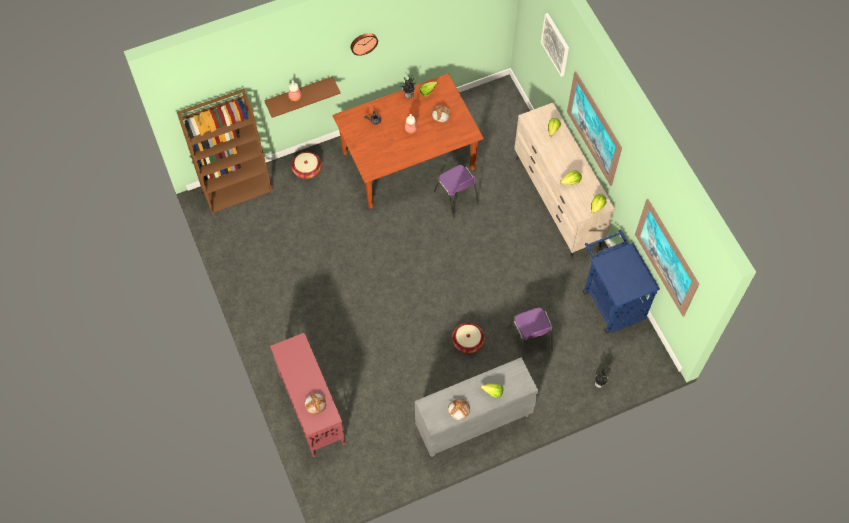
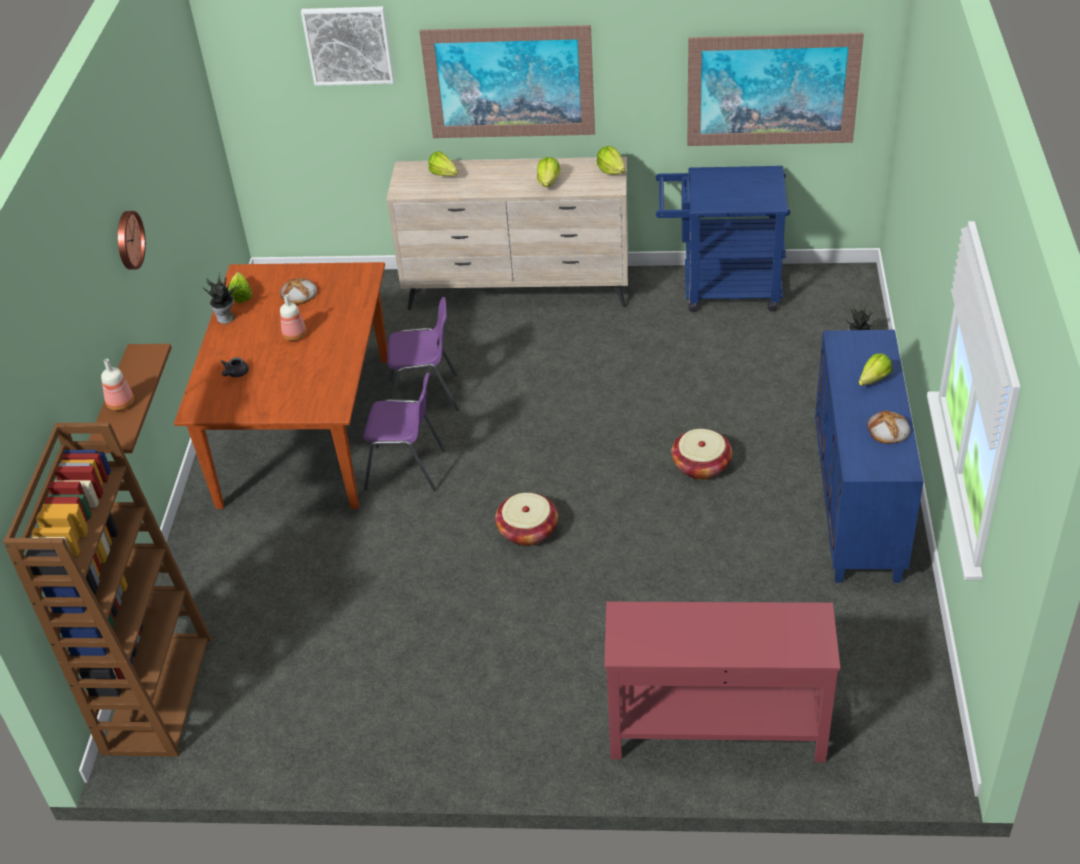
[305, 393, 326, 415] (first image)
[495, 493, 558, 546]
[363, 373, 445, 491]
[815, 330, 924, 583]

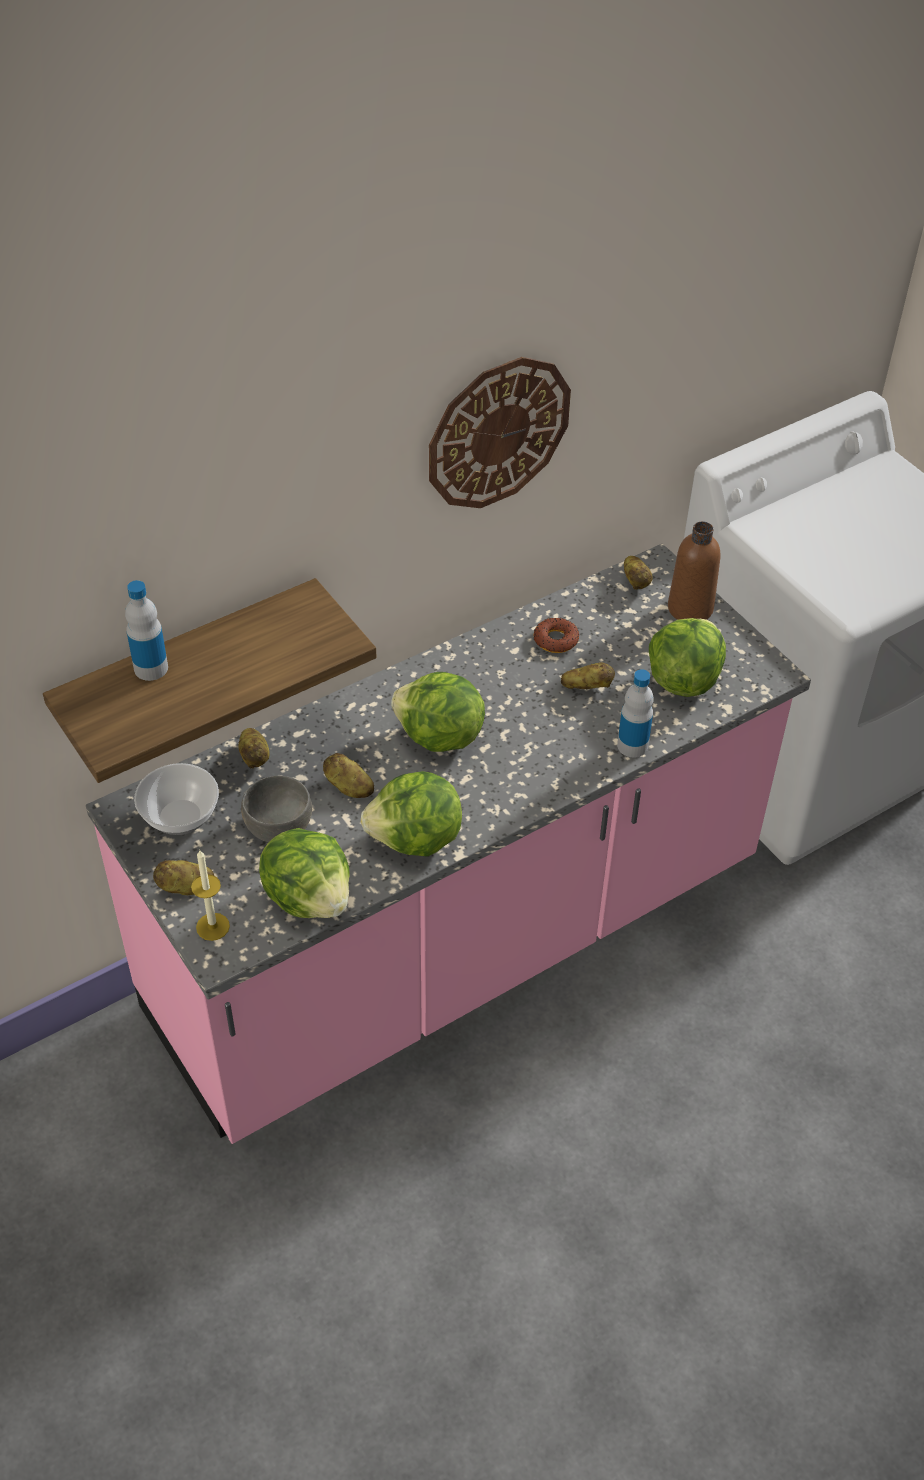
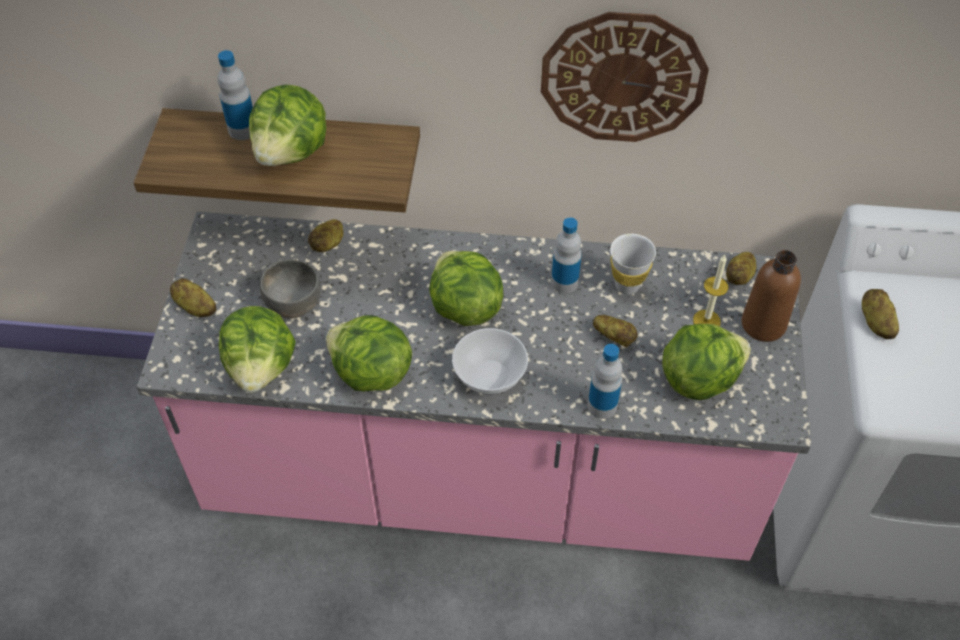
[249, 84, 326, 166]
[551, 218, 581, 294]
[452, 328, 528, 395]
[693, 255, 728, 326]
[862, 289, 899, 339]
[610, 234, 656, 295]

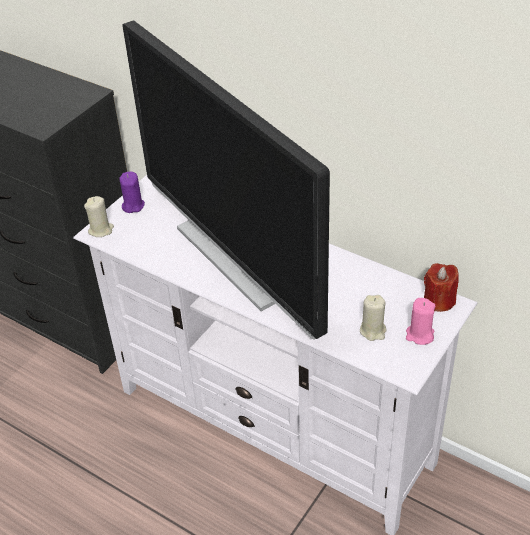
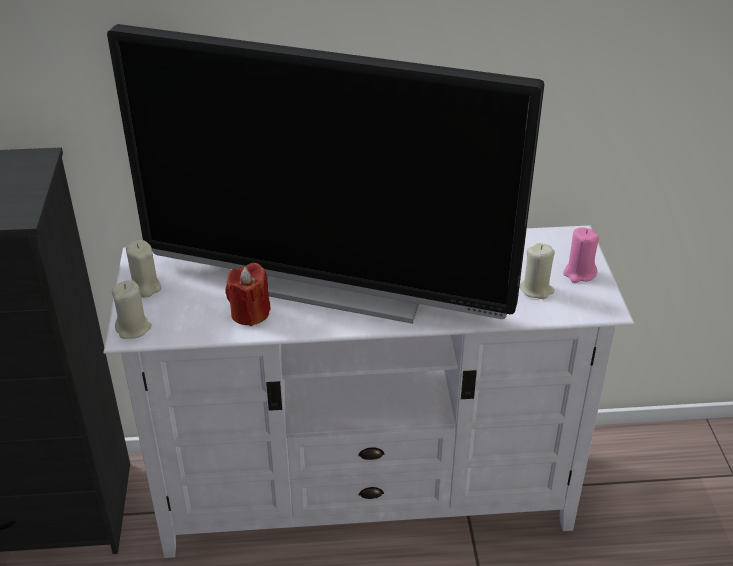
[225, 263, 271, 326]
[126, 240, 161, 298]

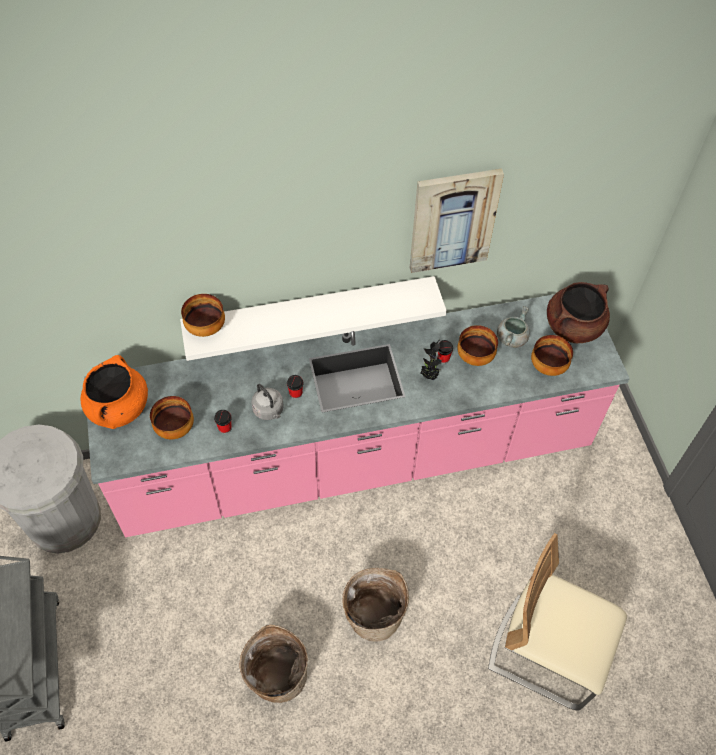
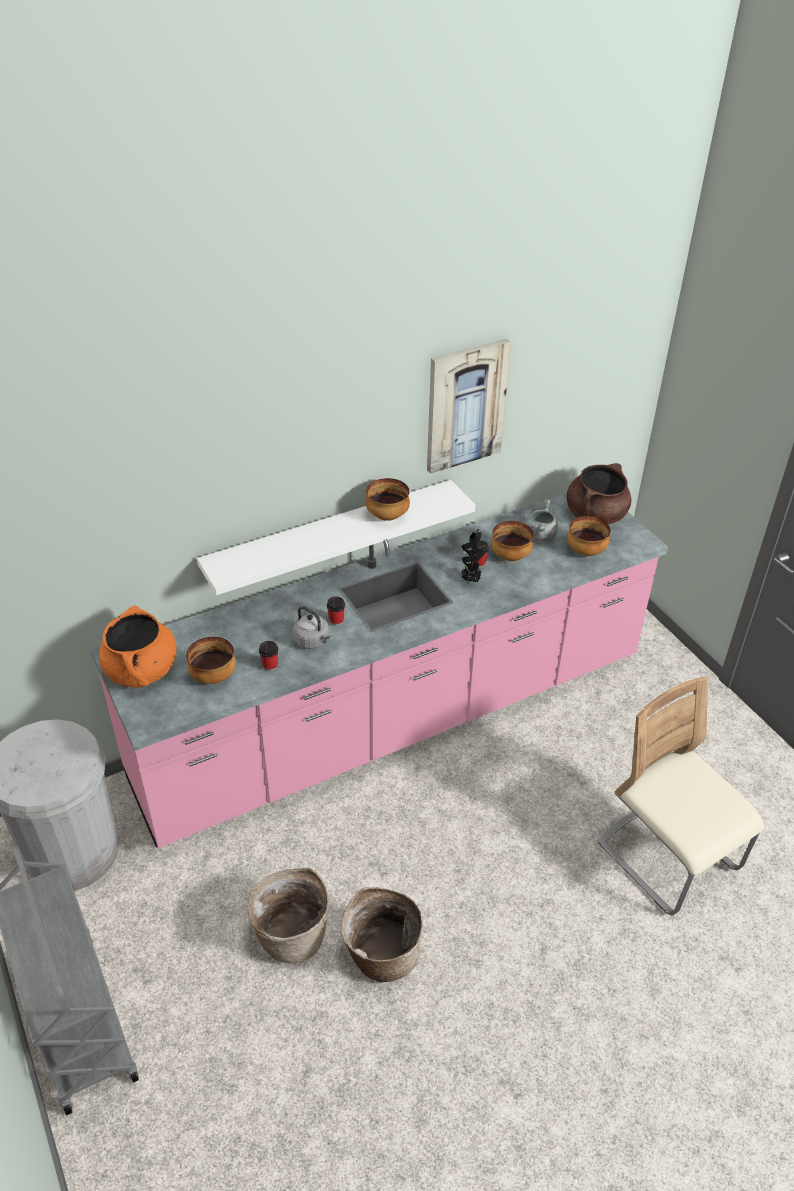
[366, 478, 410, 521]
[247, 868, 329, 963]
[597, 677, 764, 915]

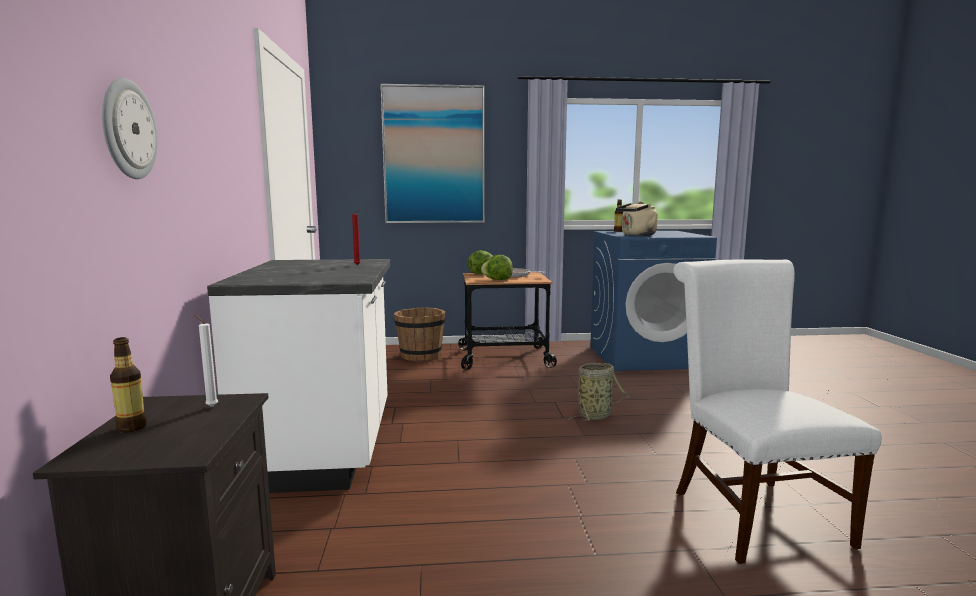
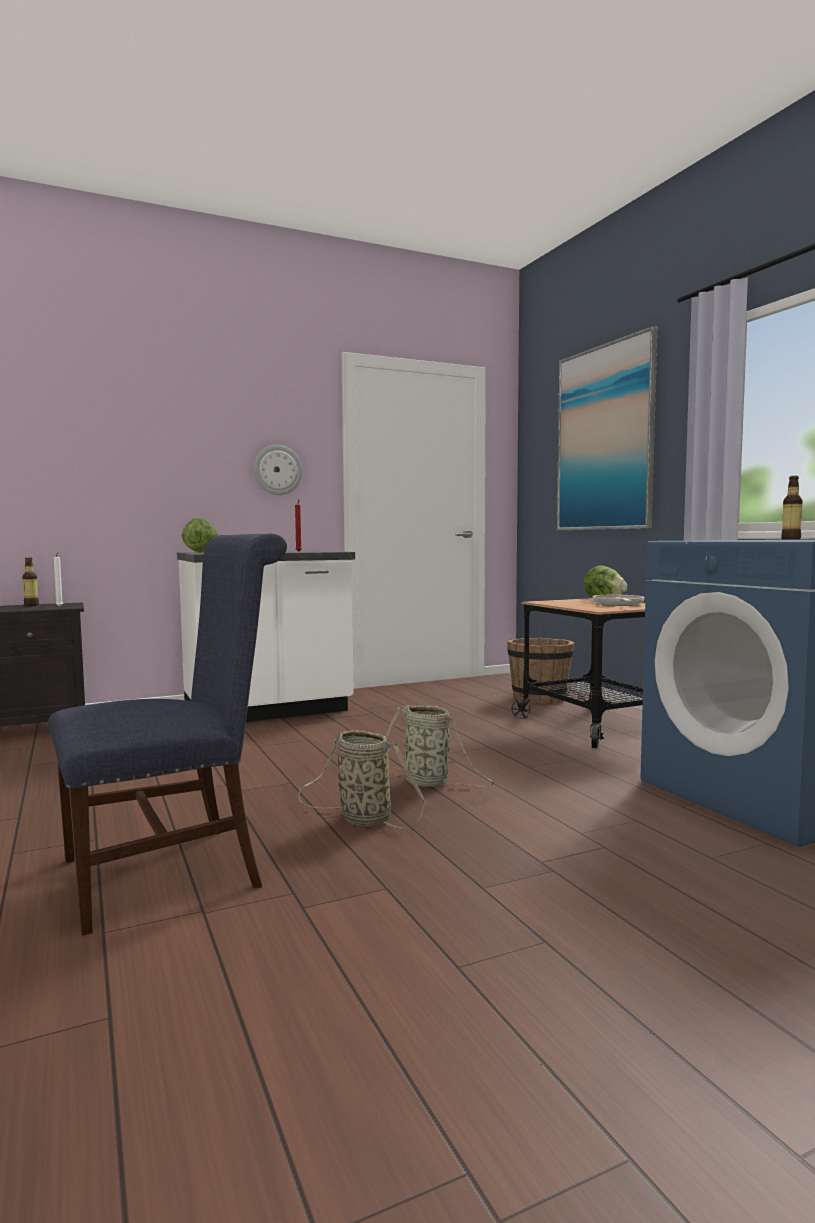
[616, 201, 658, 236] (first image)
[298, 730, 426, 828]
[253, 445, 302, 495]
[182, 518, 218, 552]
[48, 534, 287, 936]

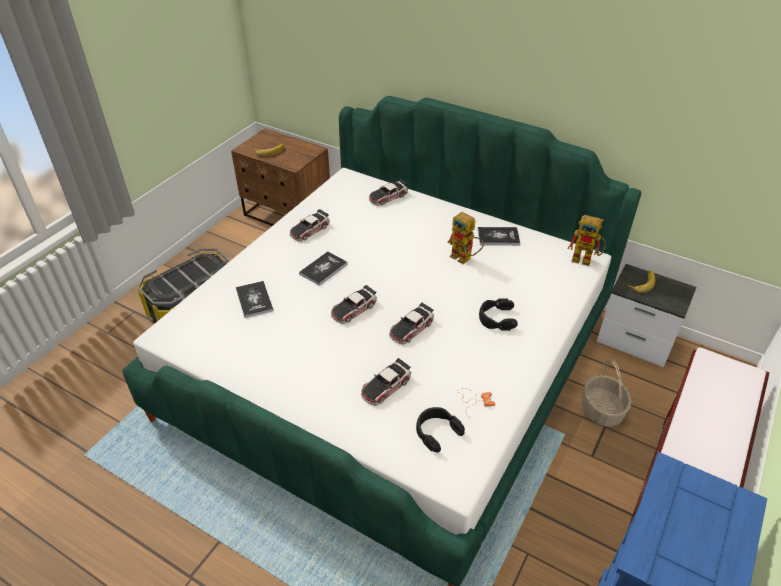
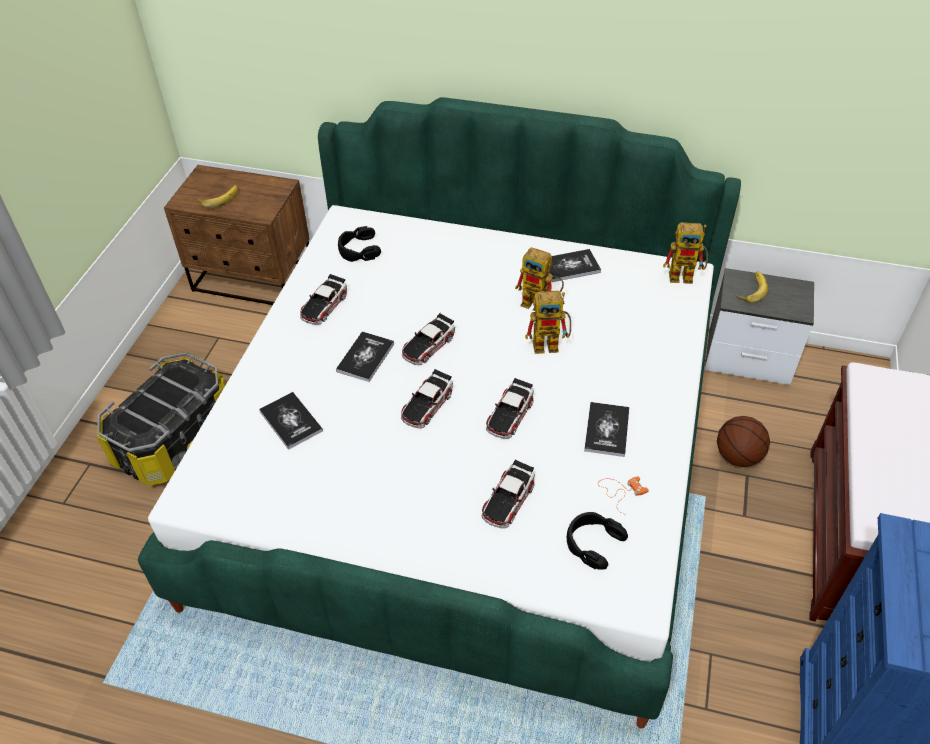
[525, 291, 571, 354]
[584, 402, 629, 457]
[402, 313, 455, 365]
[338, 226, 381, 262]
[717, 416, 770, 467]

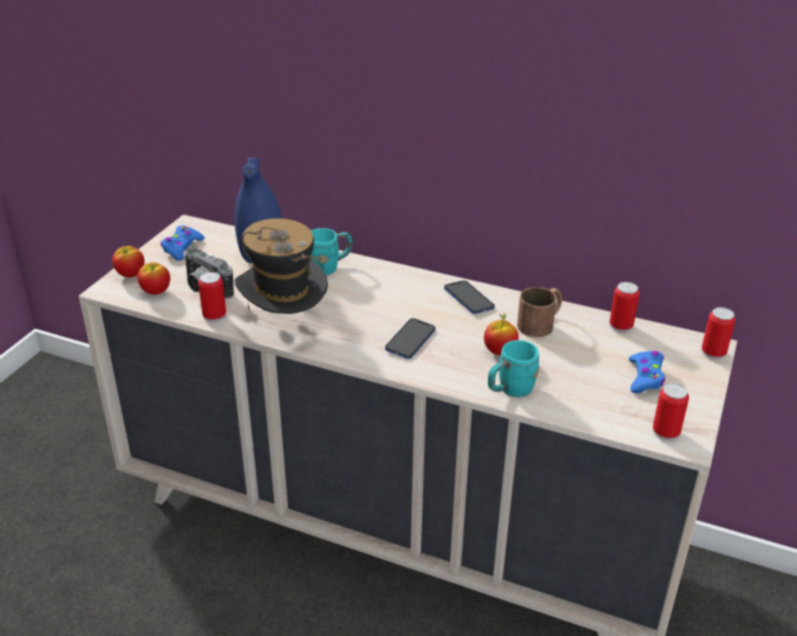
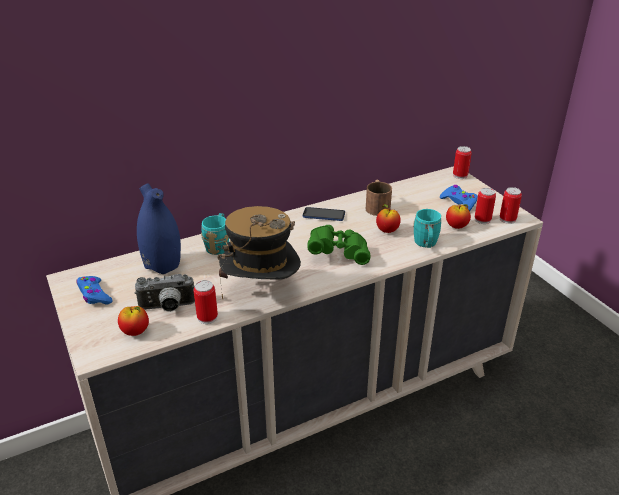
[446, 204, 471, 229]
[475, 188, 496, 224]
[307, 225, 370, 265]

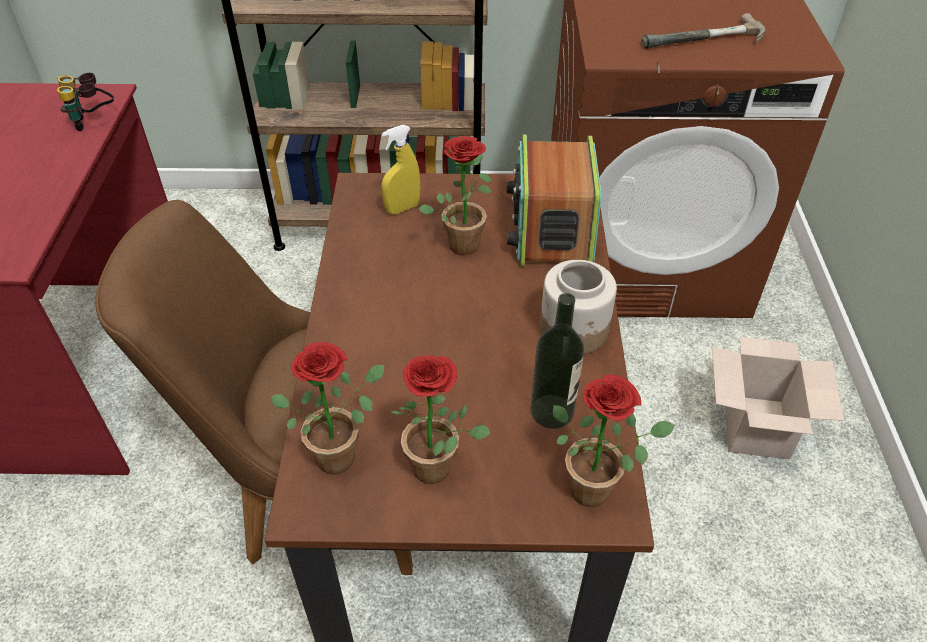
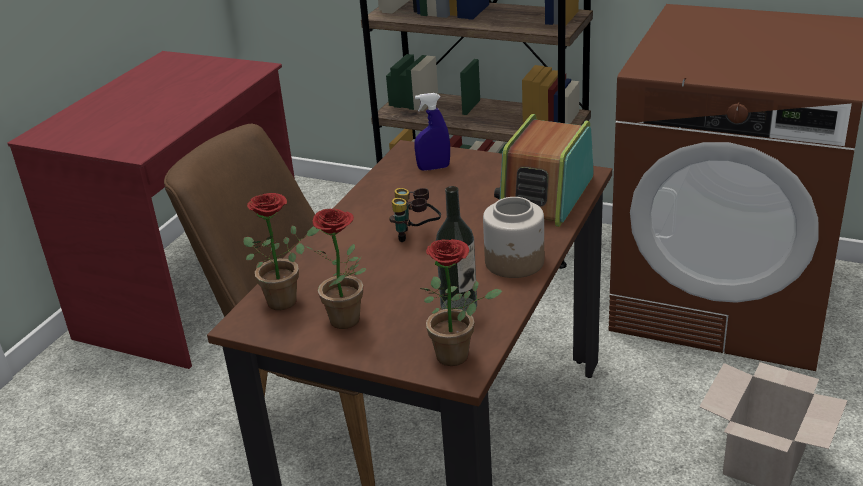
[419, 136, 492, 255] (first image)
[641, 13, 766, 49] (first image)
[389, 188, 441, 242]
[414, 93, 450, 171]

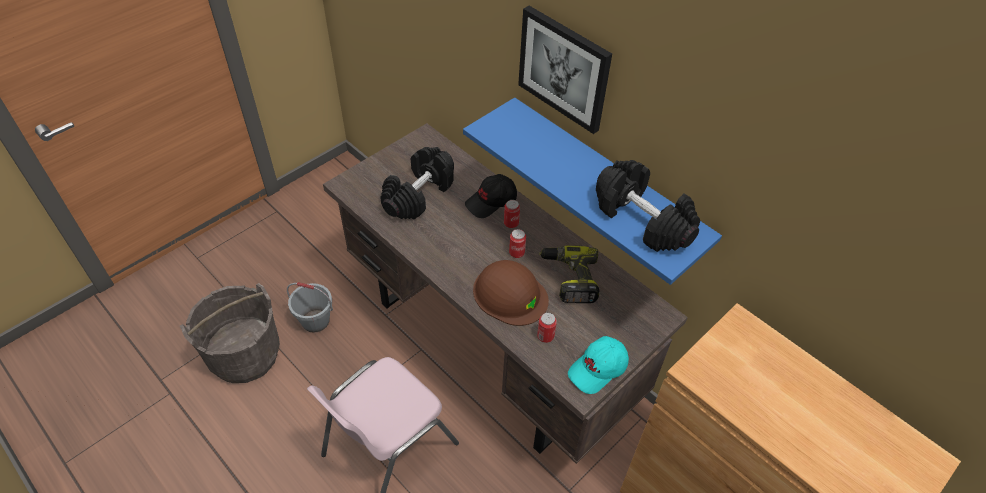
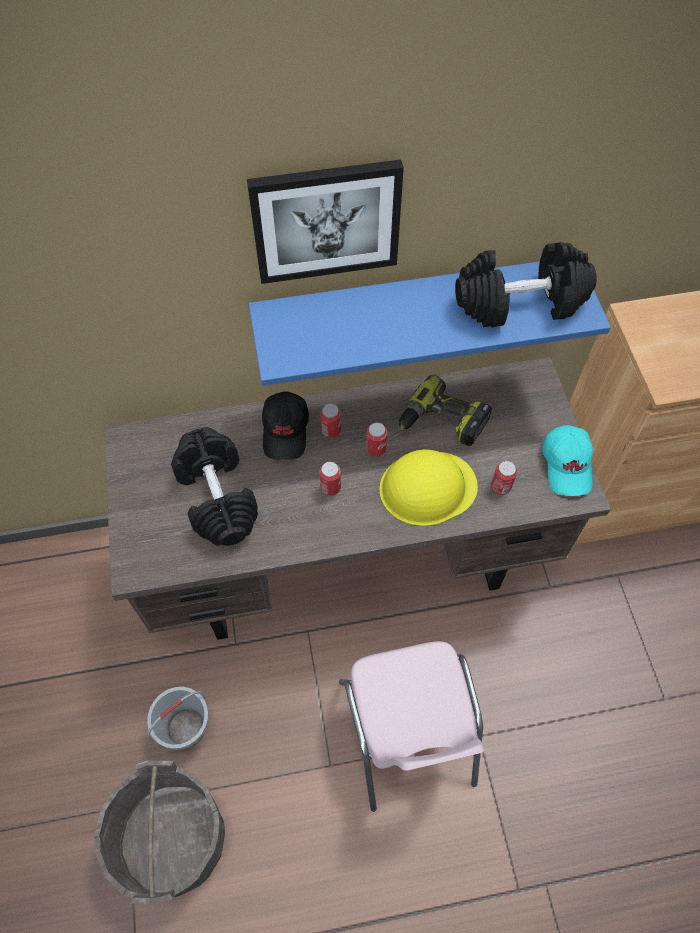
[320, 462, 341, 496]
[379, 449, 478, 526]

